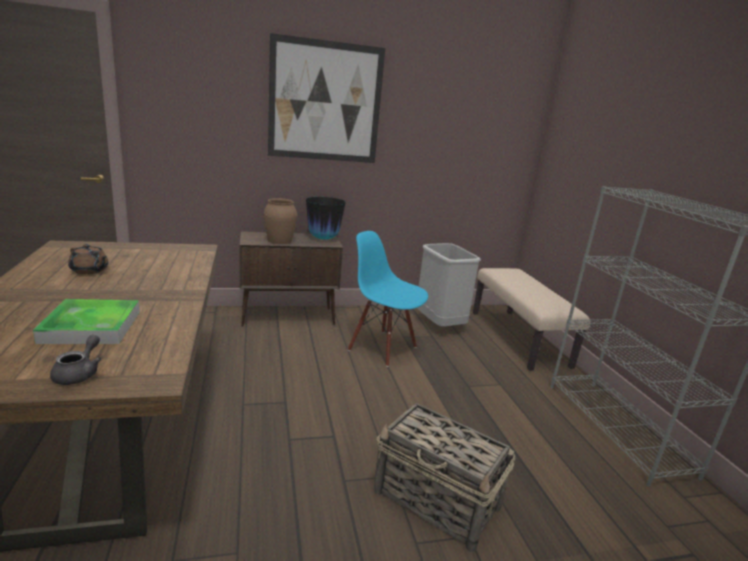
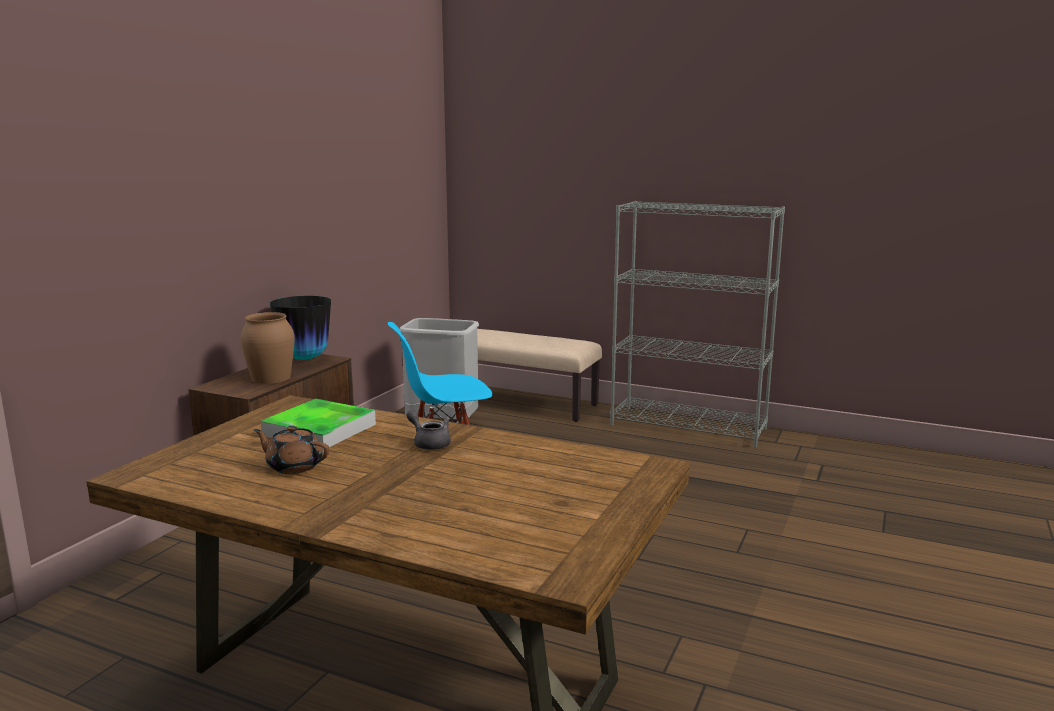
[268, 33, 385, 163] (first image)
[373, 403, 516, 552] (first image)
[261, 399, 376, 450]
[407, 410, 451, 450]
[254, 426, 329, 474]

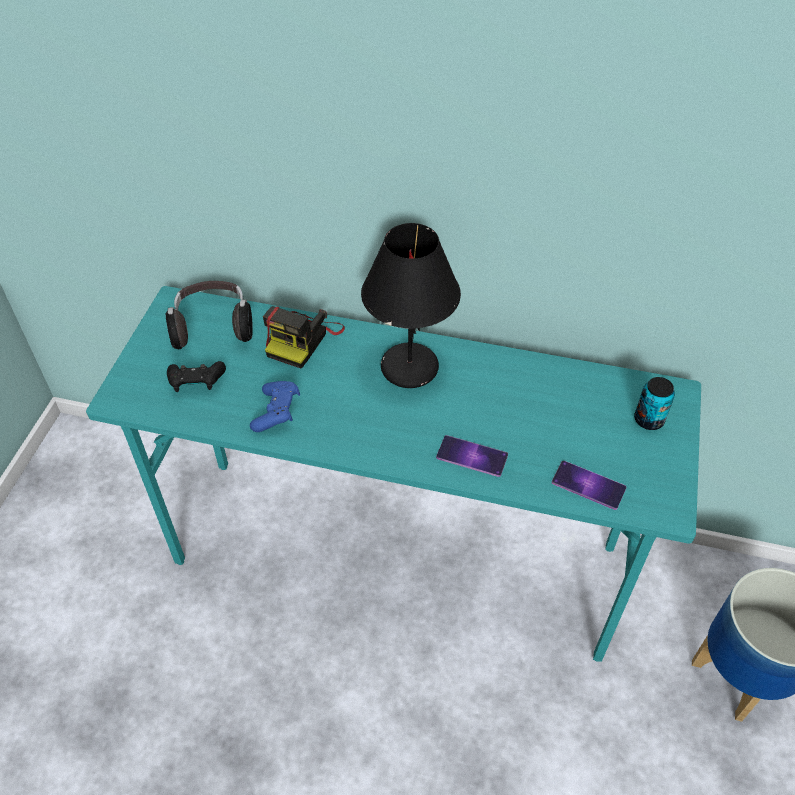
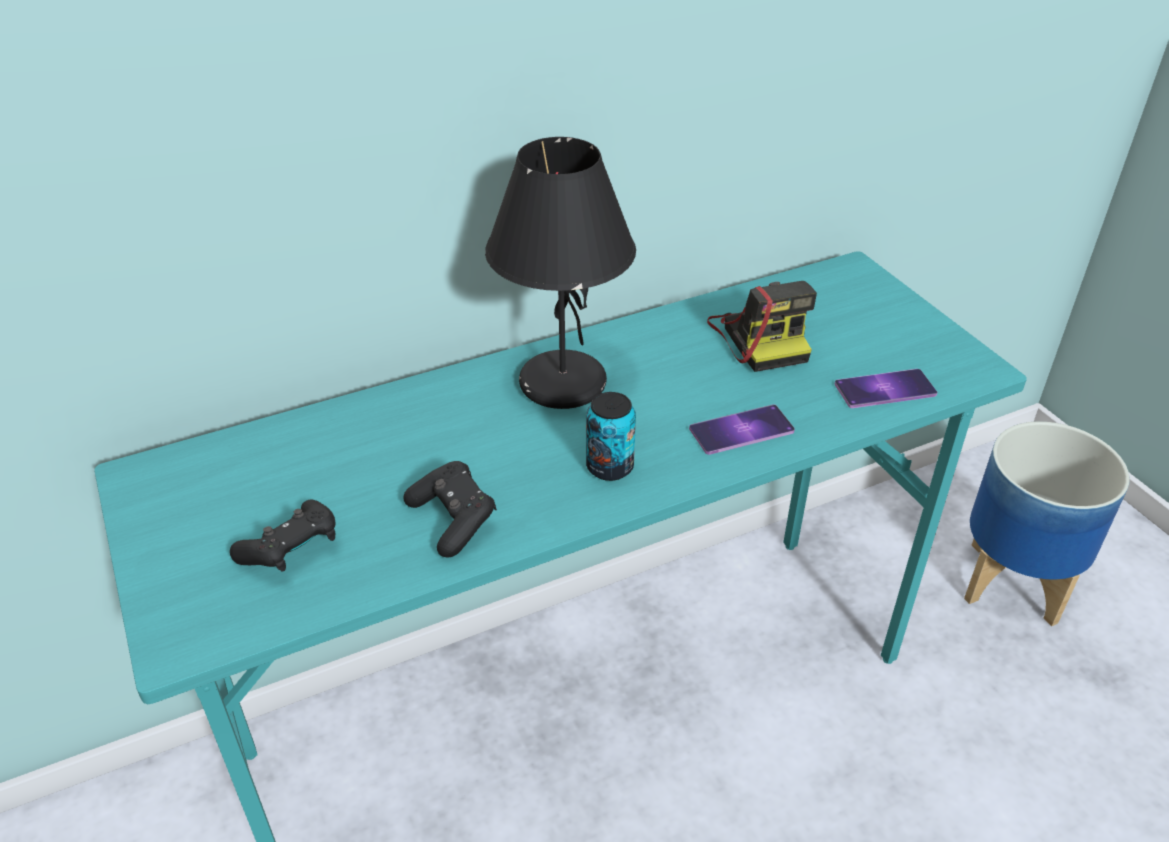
[166, 281, 253, 349] (first image)
[707, 281, 817, 372]
[586, 392, 636, 481]
[404, 461, 497, 557]

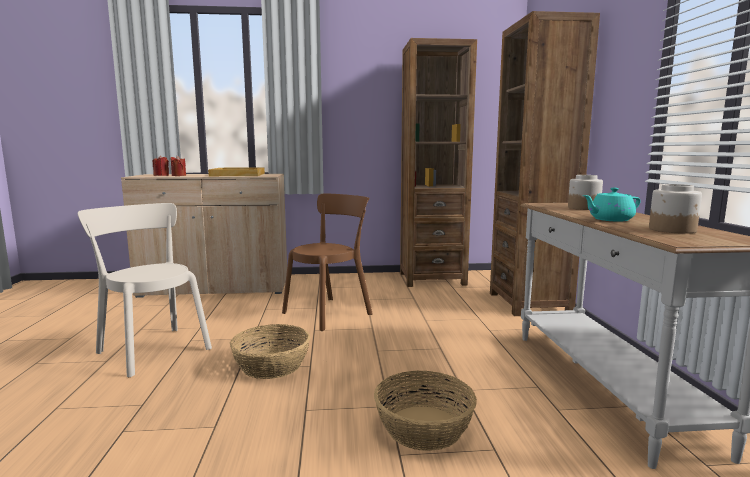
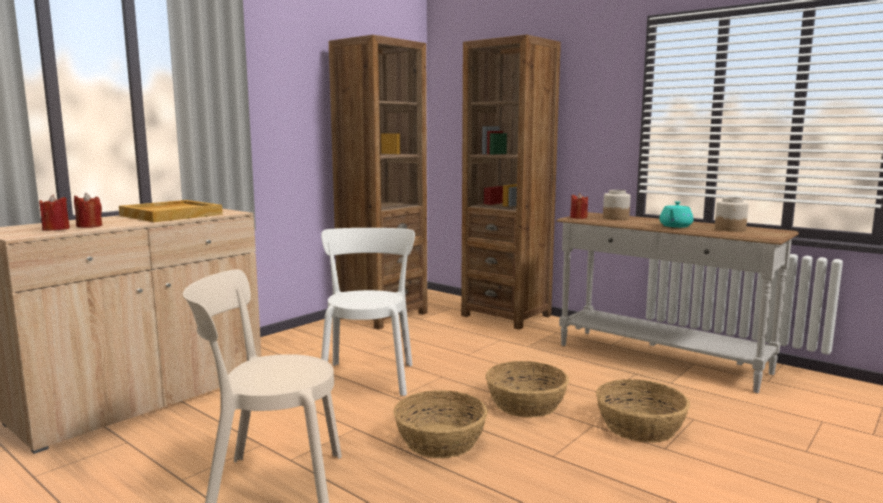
[485, 361, 569, 418]
[570, 193, 588, 219]
[321, 228, 415, 396]

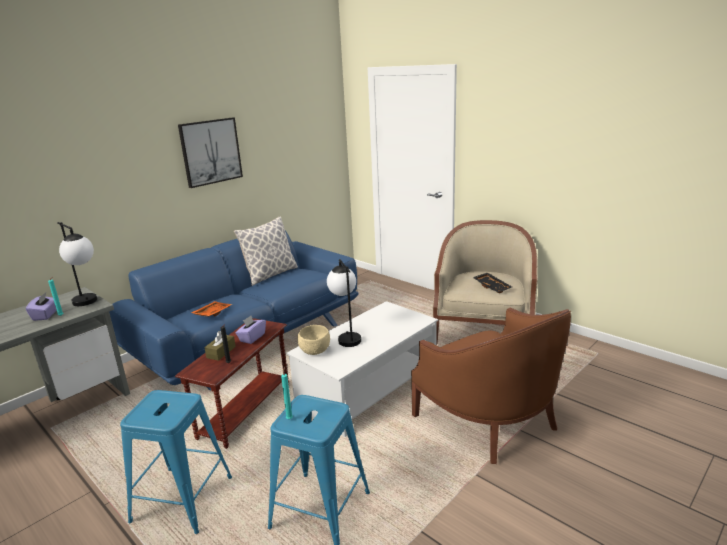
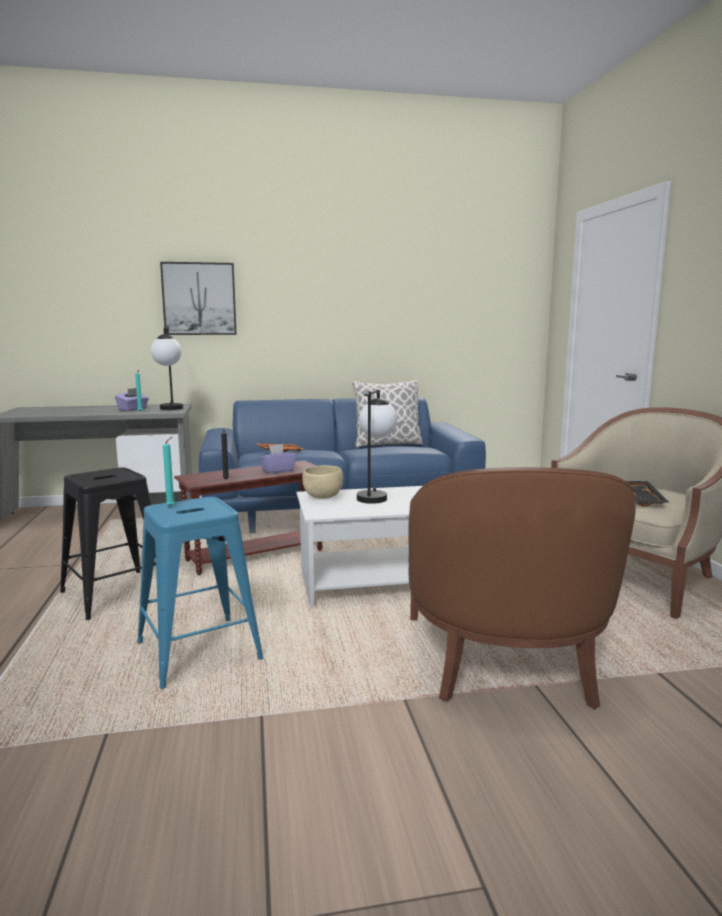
[204, 331, 236, 361] (first image)
[160, 262, 237, 335]
[60, 467, 156, 620]

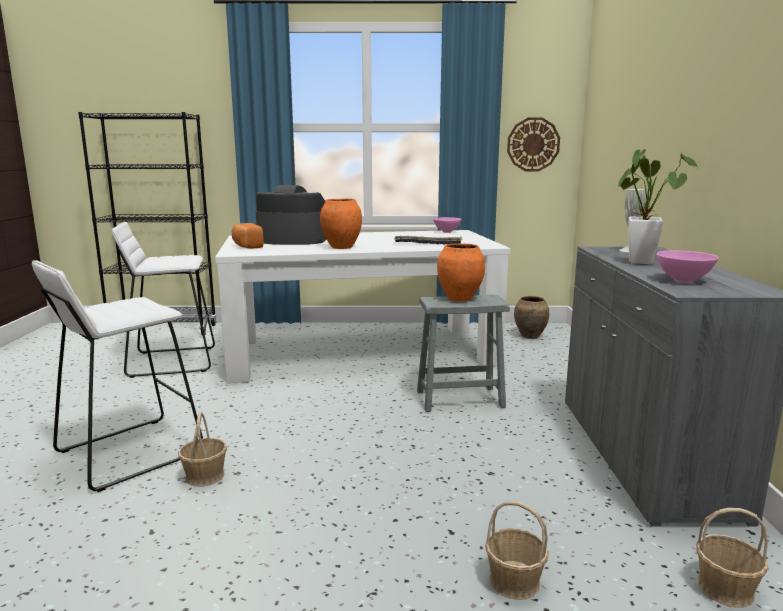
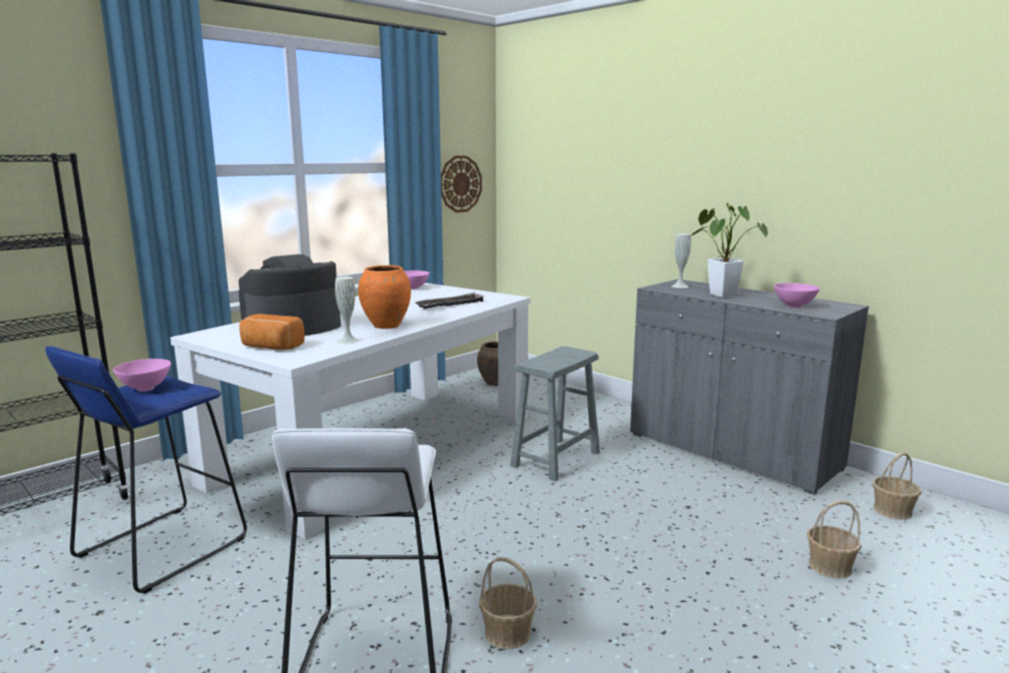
[437, 243, 485, 301] (first image)
[113, 359, 171, 392]
[335, 277, 359, 344]
[45, 346, 247, 594]

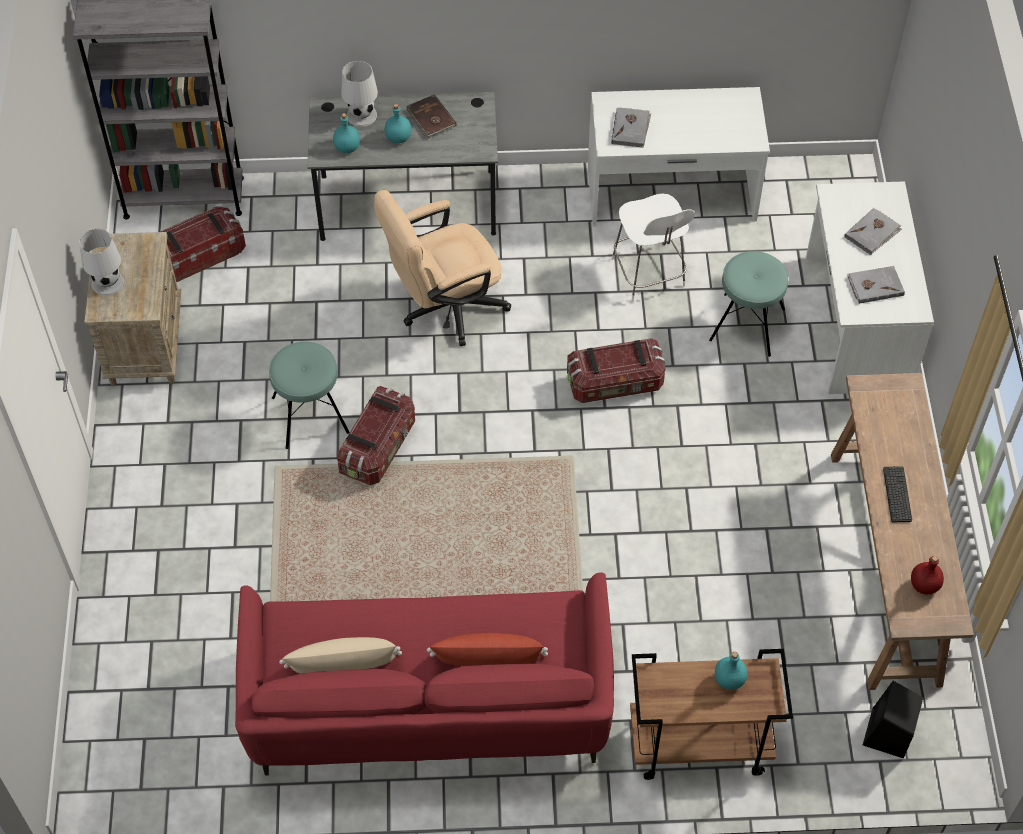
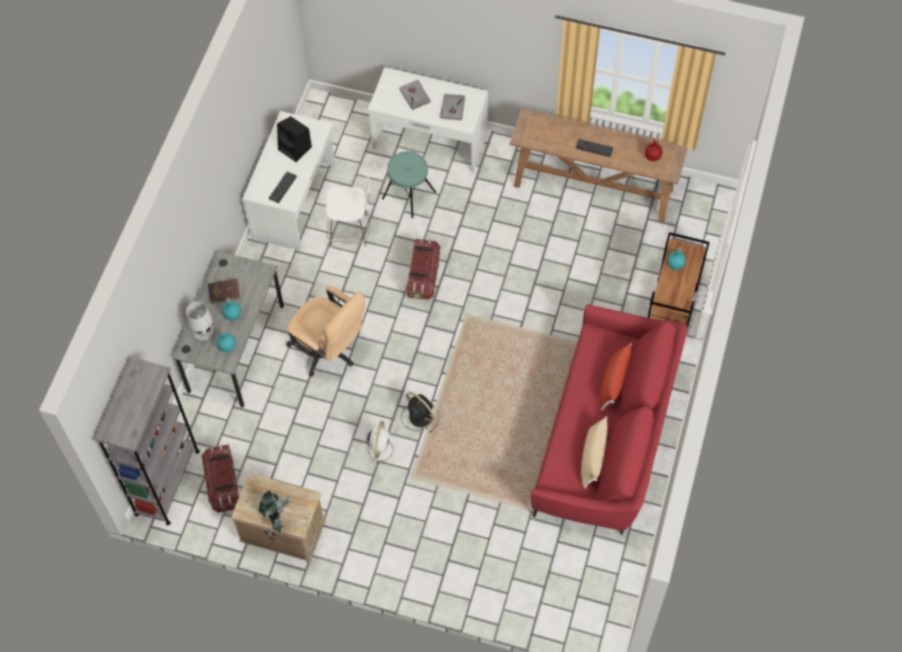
[277, 116, 312, 162]
[259, 490, 292, 533]
[363, 421, 399, 467]
[401, 392, 439, 433]
[269, 172, 297, 203]
[286, 285, 365, 377]

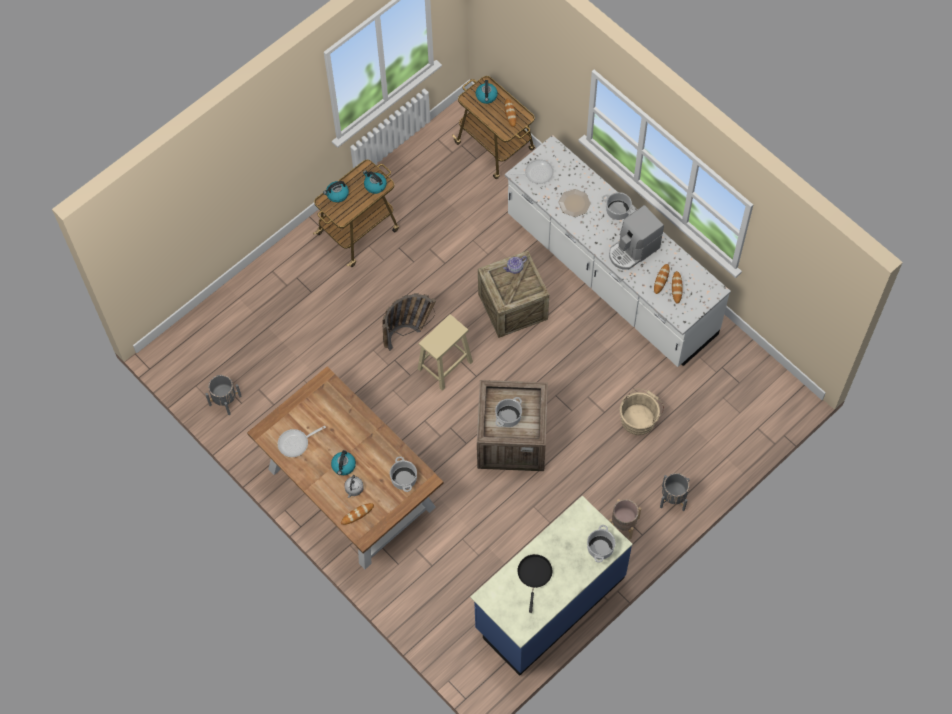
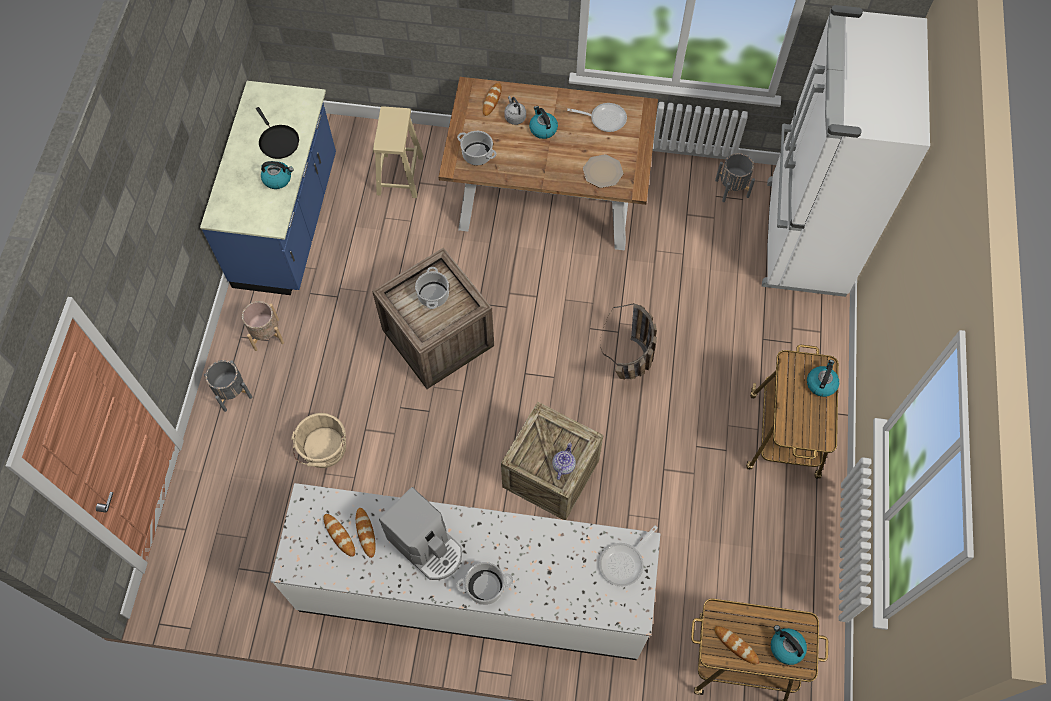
[587, 525, 615, 563] (first image)
[762, 5, 930, 297]
[261, 161, 294, 189]
[373, 106, 423, 198]
[583, 154, 623, 188]
[567, 103, 627, 132]
[379, 487, 462, 580]

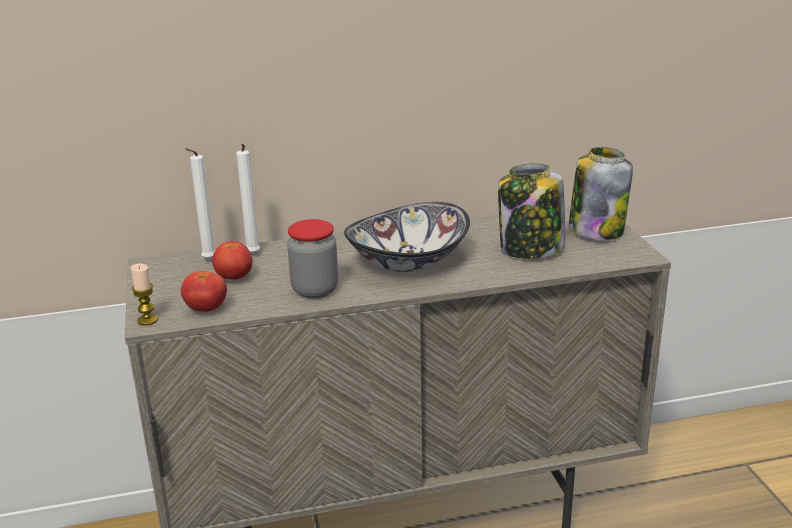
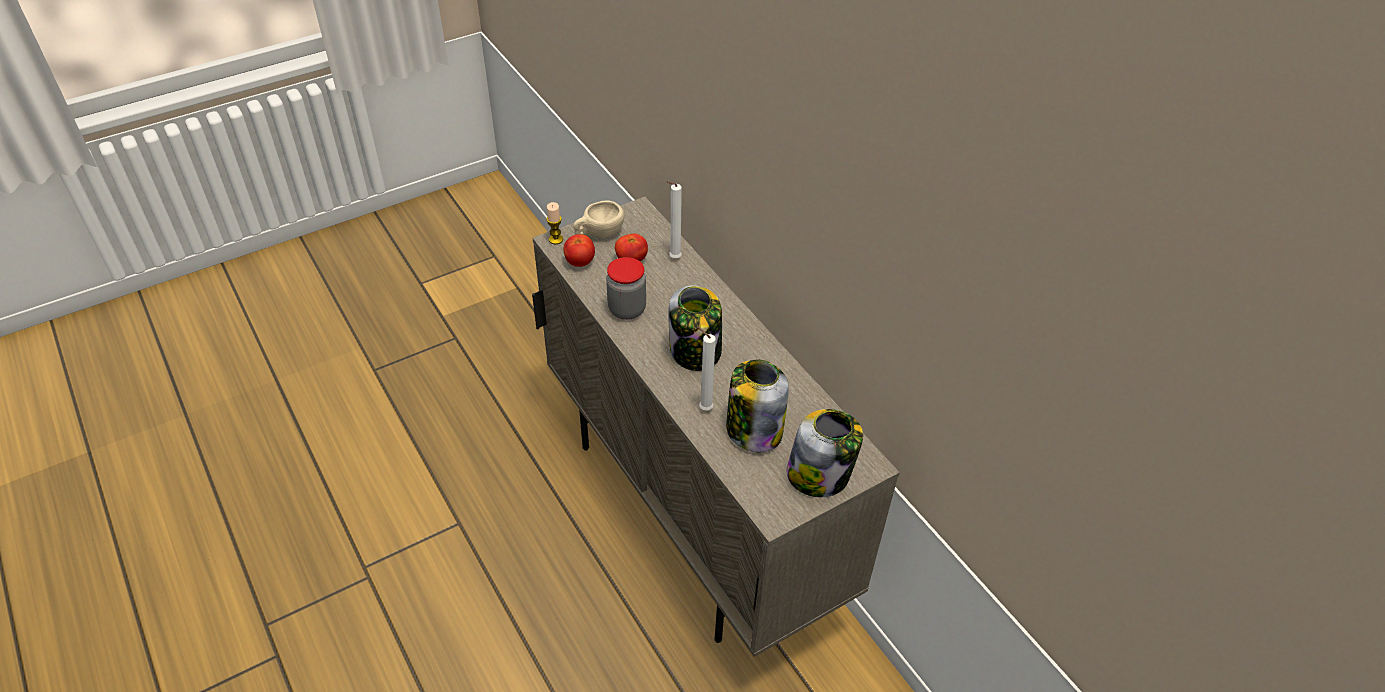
[573, 200, 625, 237]
[698, 327, 716, 411]
[668, 285, 722, 371]

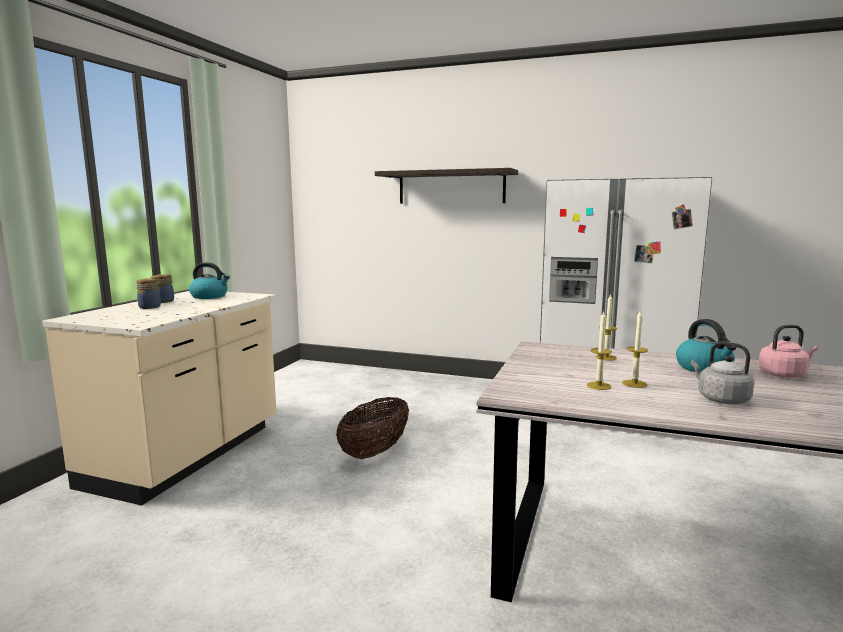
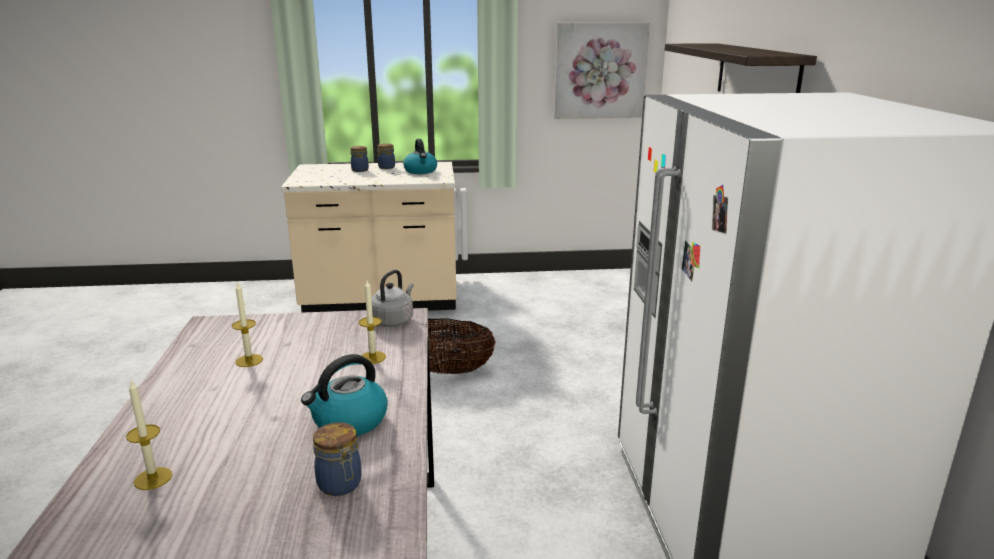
[554, 23, 650, 119]
[126, 379, 172, 490]
[371, 270, 414, 327]
[313, 422, 362, 496]

